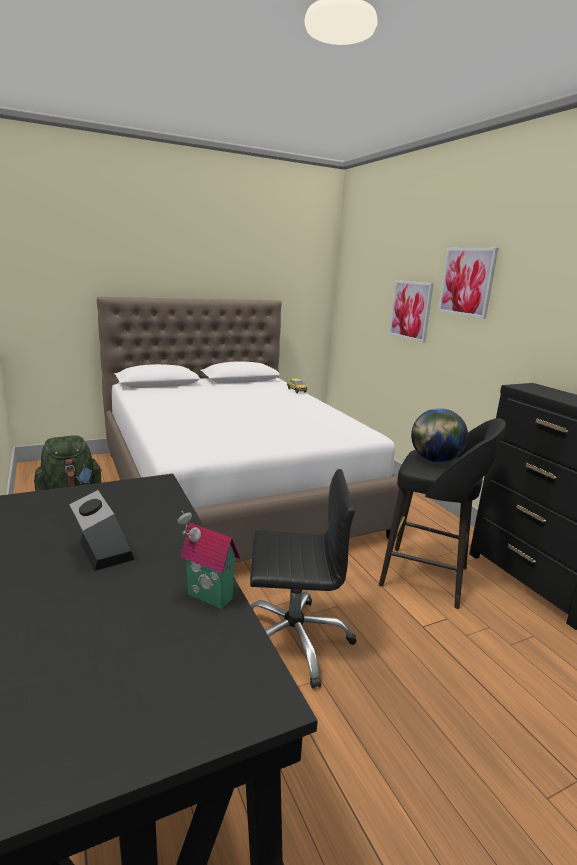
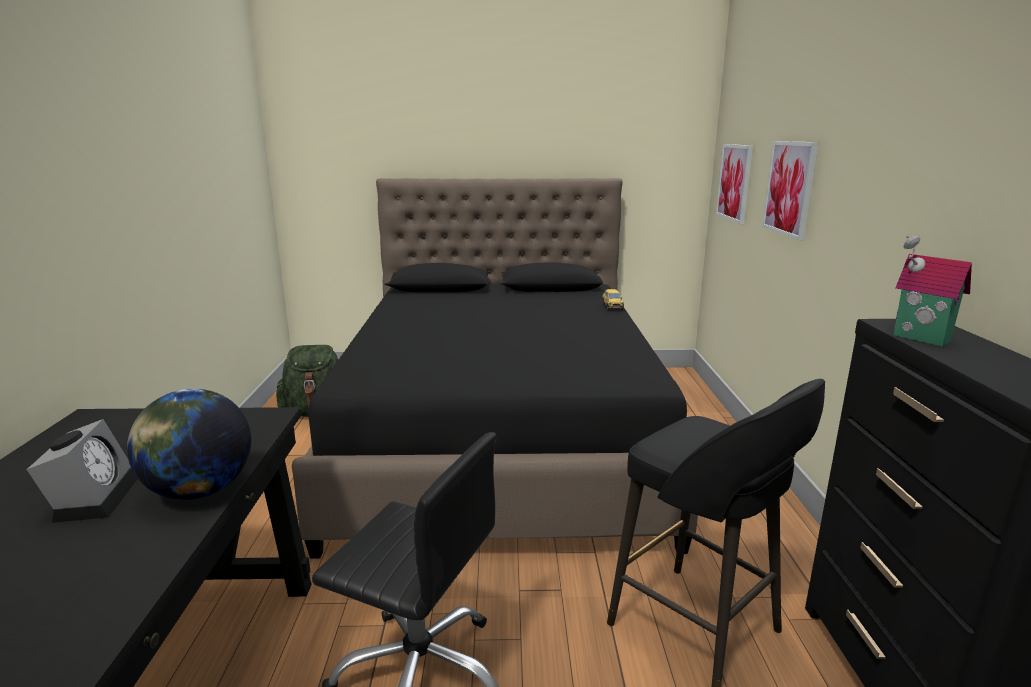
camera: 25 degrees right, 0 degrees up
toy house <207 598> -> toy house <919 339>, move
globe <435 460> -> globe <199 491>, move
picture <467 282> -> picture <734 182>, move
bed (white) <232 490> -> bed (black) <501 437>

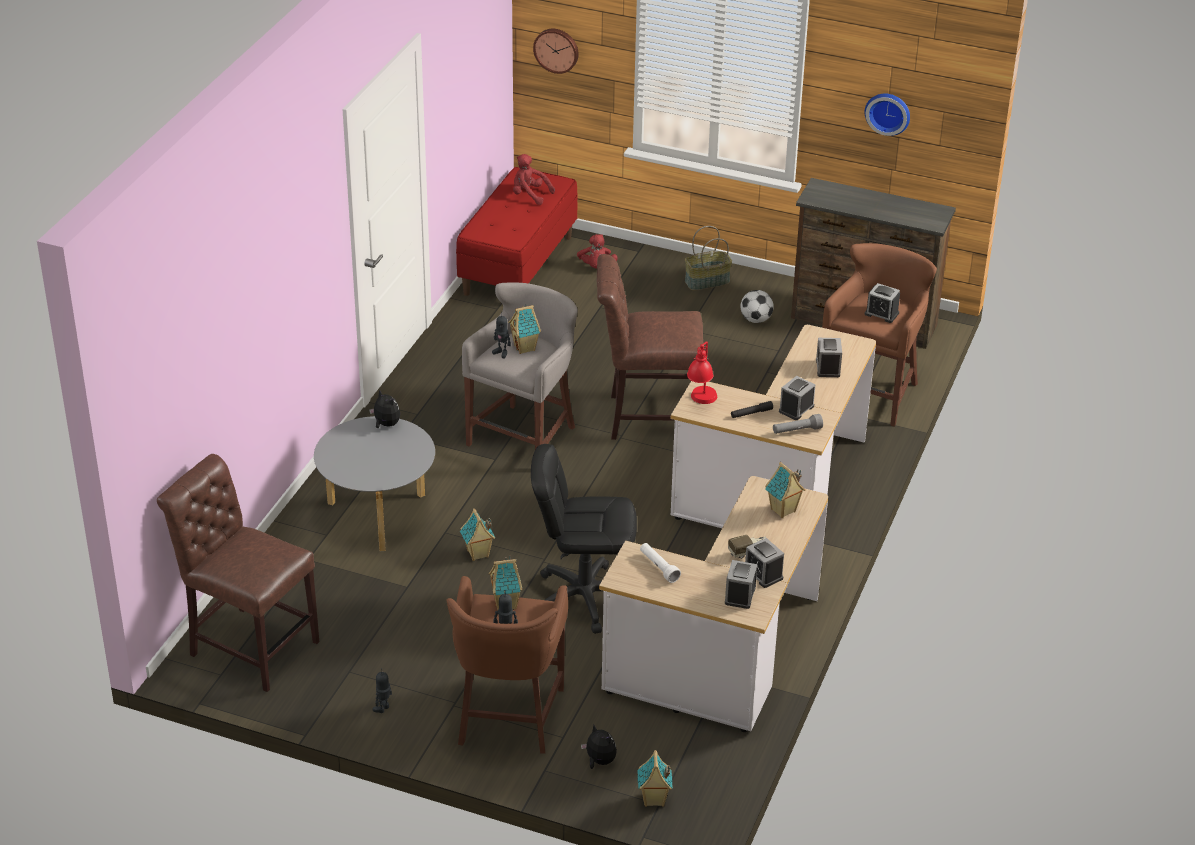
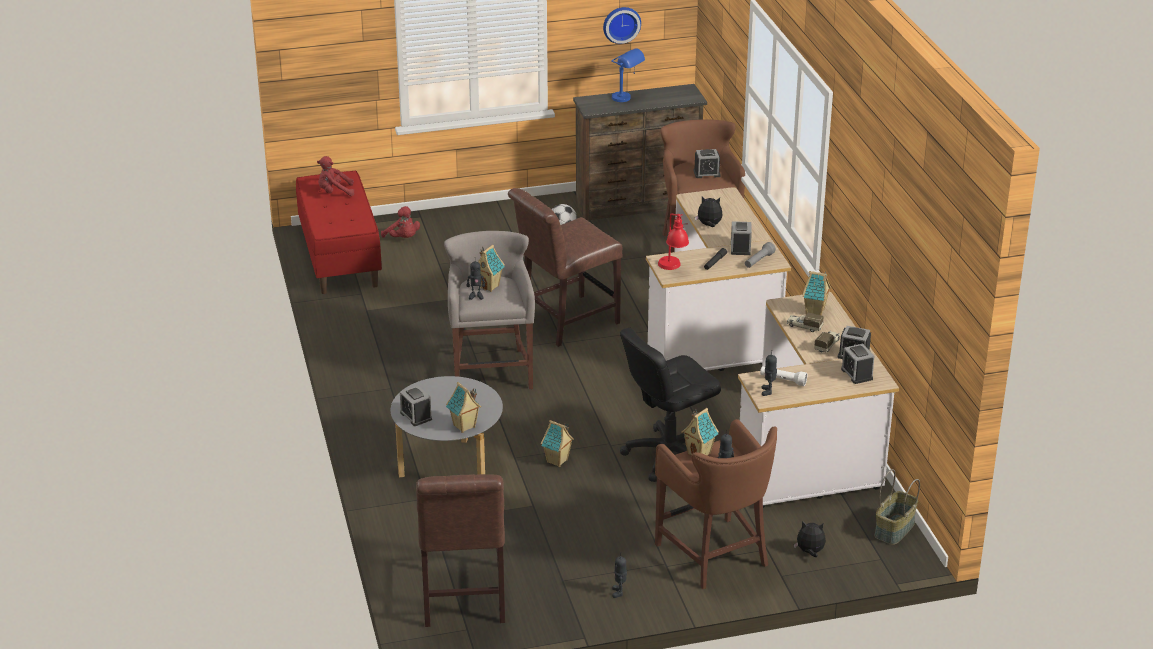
camera: 35 degrees left, 5 degrees down
wall clock <556 49> -> none
none -> table lamp (blue) <626 99>
none -> toy robot <768 391>
none -> toy truck <804 327>
plush toy <385 424> -> plush toy <709 225>, move
toy house <653 800> -> toy house <464 426>, move
basket <707 282> -> basket <895 530>, move
alarm clock <827 367> -> alarm clock <416 416>, move
chair (brown) <249 645> -> chair (brown) <463 599>, 90 degrees counterclockwise

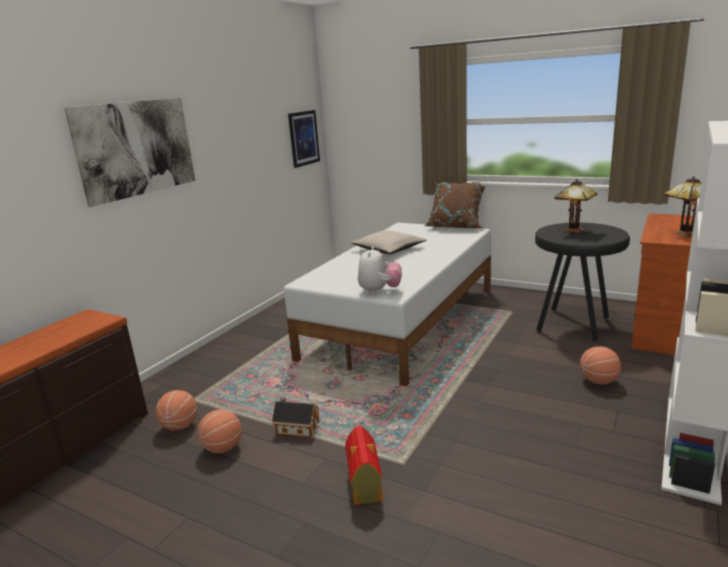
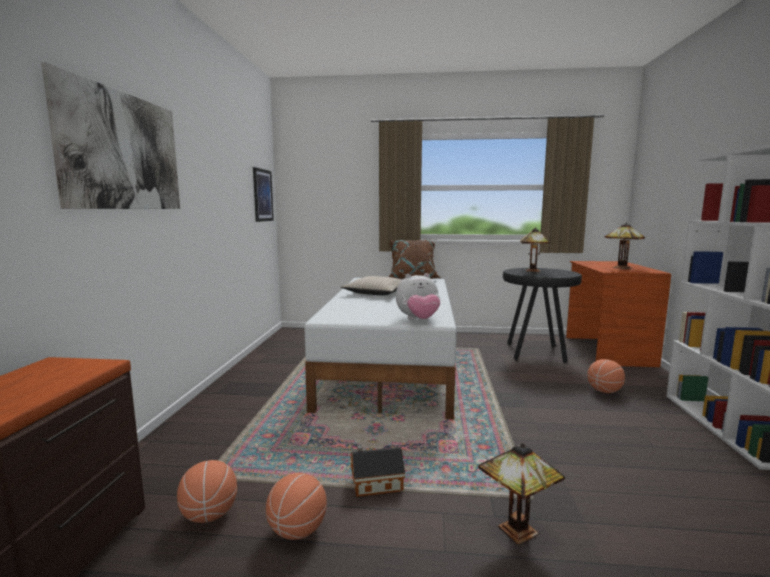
camera: 25 degrees left, 10 degrees down
toy house <365 484> -> table lamp <517 532>
plush toy <379 291> -> plush toy <418 320>, 90 degrees clockwise

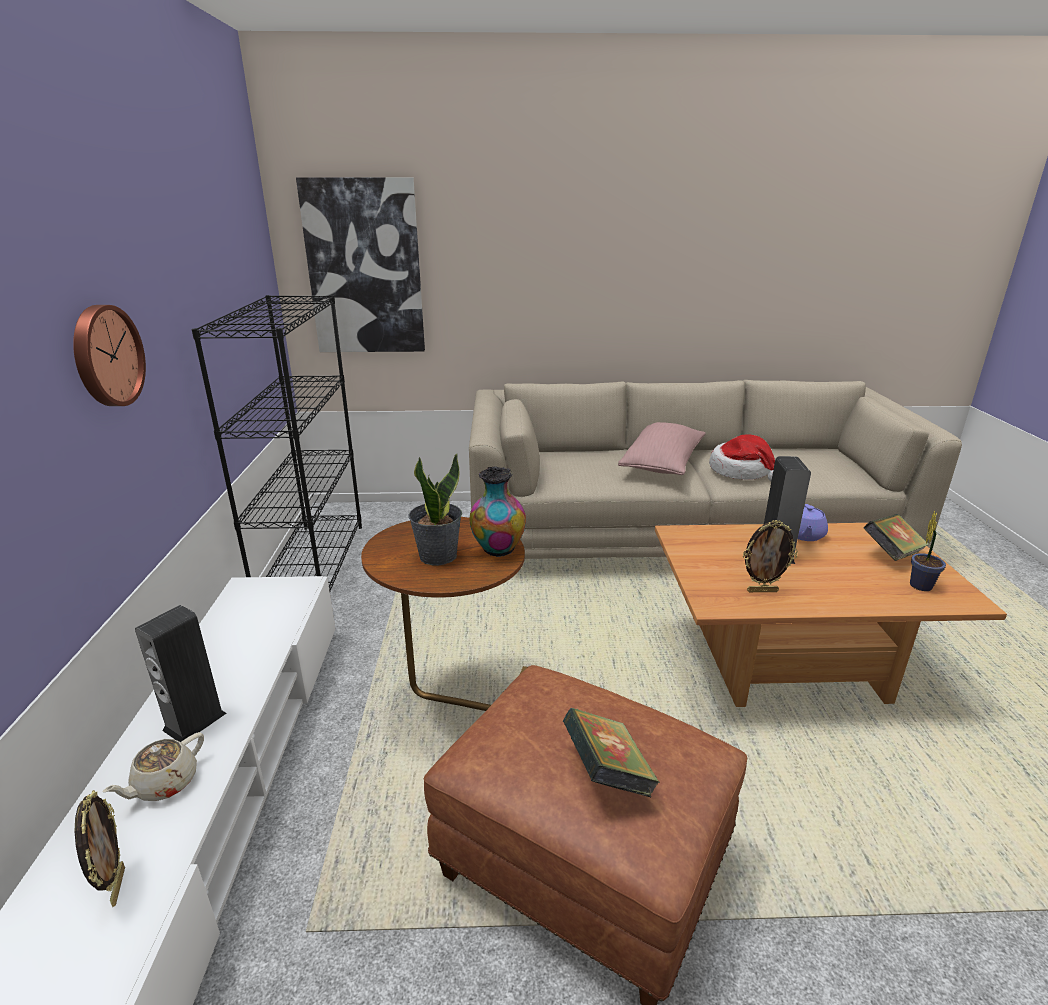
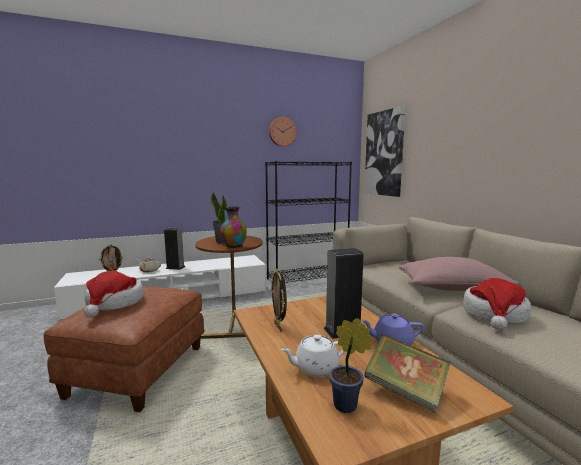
camera: 70 degrees right, 15 degrees down
none -> teapot (white) <315 368>
wall clock <105 356> -> wall clock <282 132>, move
book <606 773> -> hat <114 303>

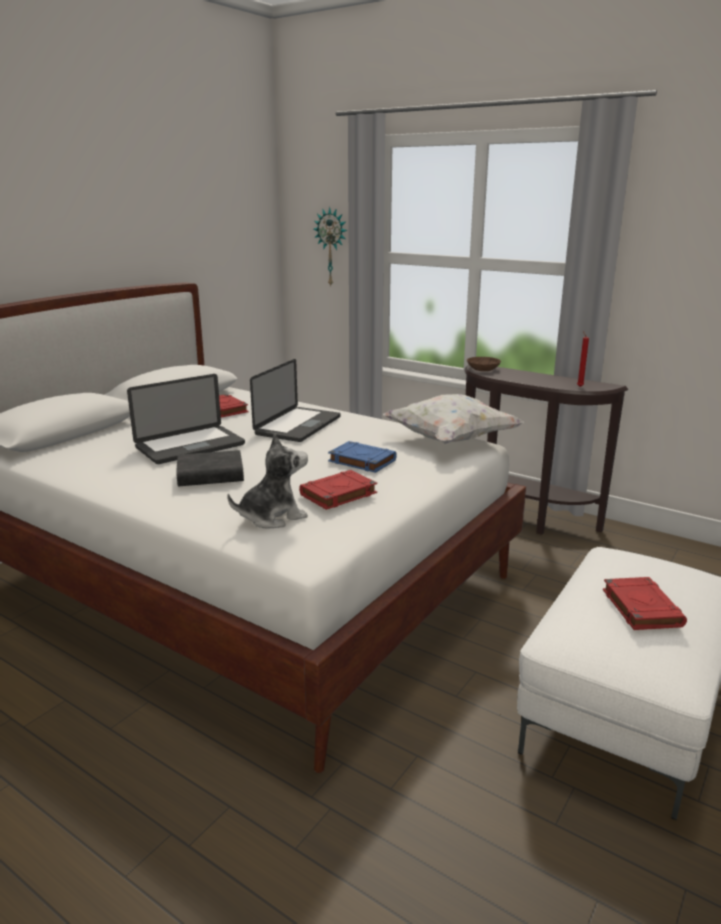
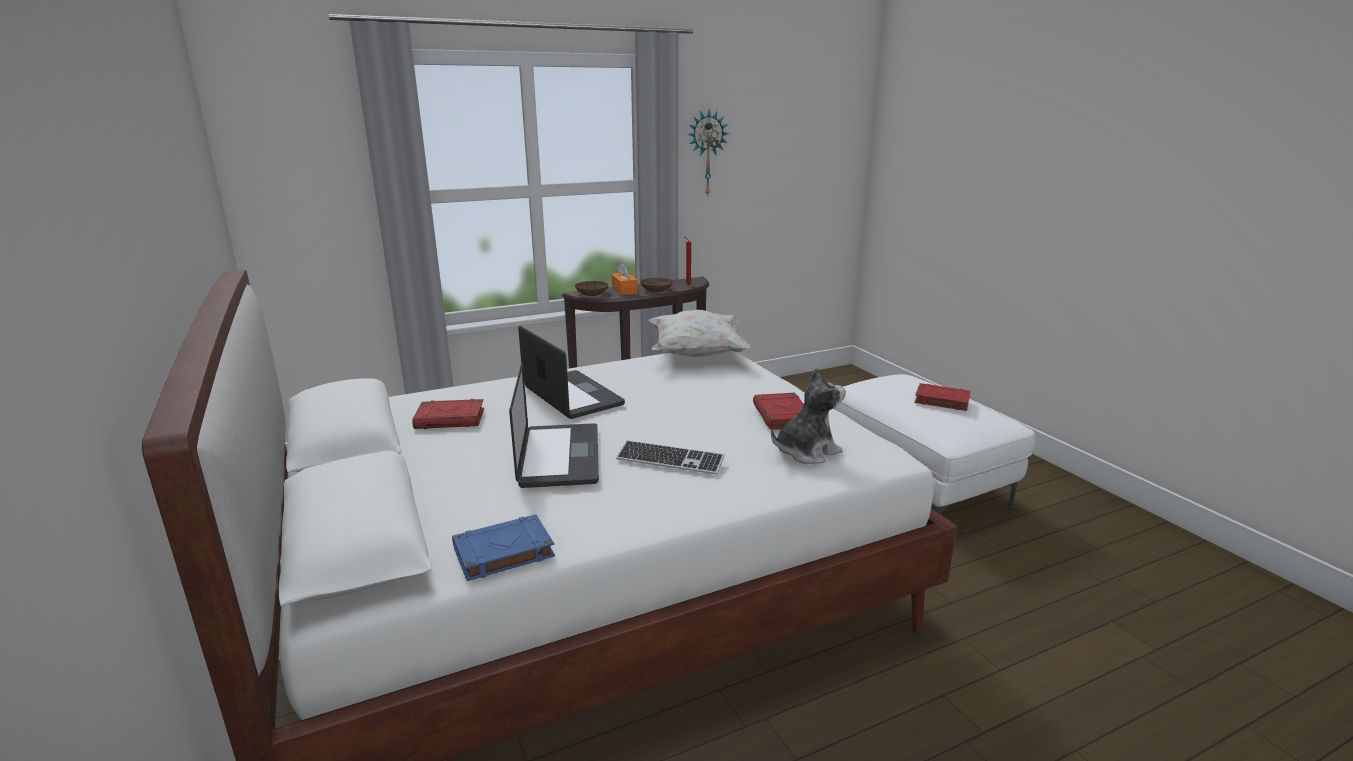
camera: 60 degrees left, 0 degrees up
none -> tissue box (orange) <624 290>
none -> bowl (brown) <657 290>
wall clock <332 247> -> wall clock <706 153>, move
book (blue) <361 461> -> book (blue) <502 553>, move
book (black) <210 475> -> keyboard <670 460>
plush toy <272 517> -> plush toy <806 451>, 60 degrees clockwise

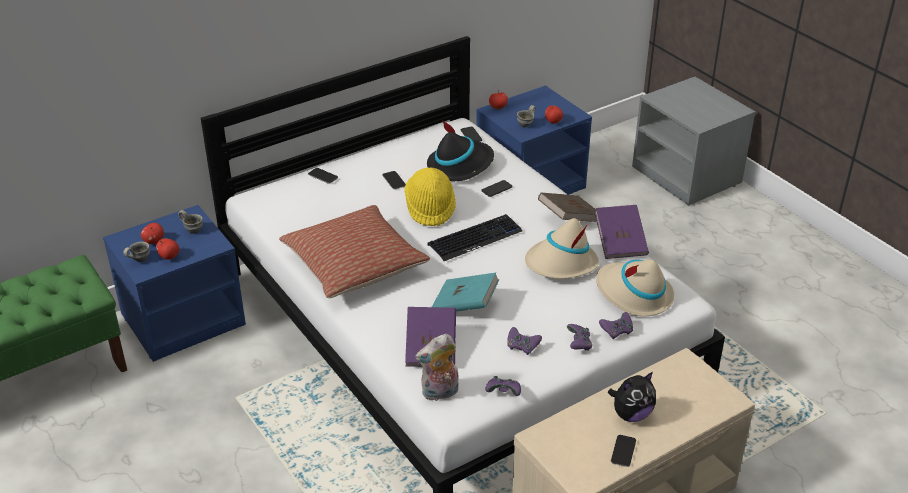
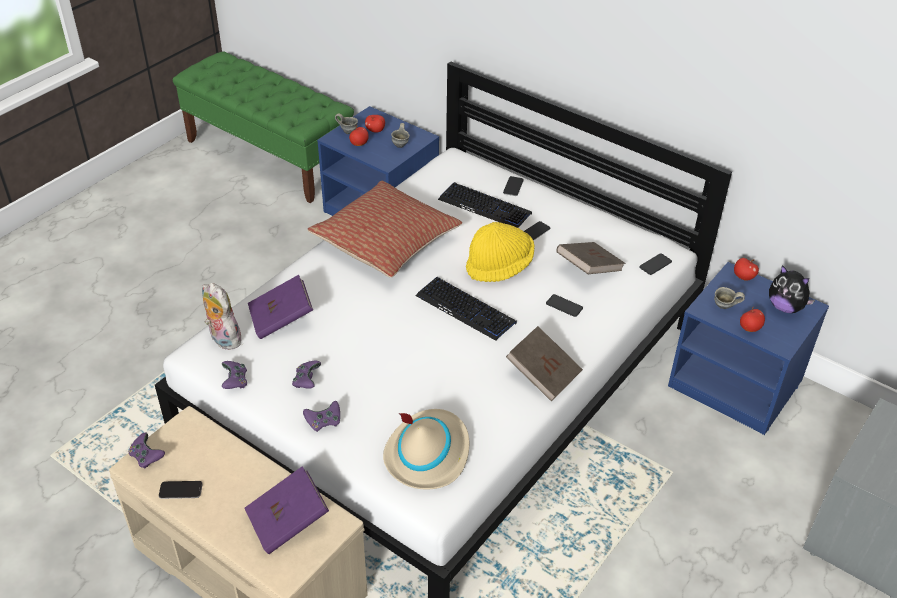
camera: 70 degrees right, 5 degrees up
book (turquoise) <465 306> -> none
hat (beige) <561 264> -> none
none -> keyboard <485 207>
book (purple) <620 243> -> book (purple) <288 522>, move
game controller (purple) <616 332> -> game controller (purple) <147 457>, move
plush toy <631 414> -> plush toy <785 307>, move
hat (black) <460 165> -> book (brown) <588 269>

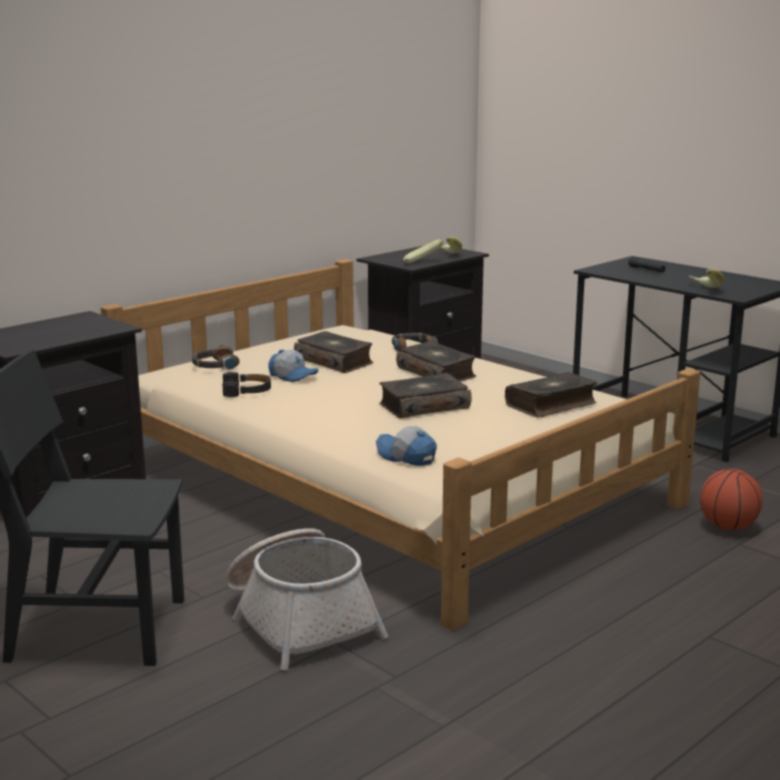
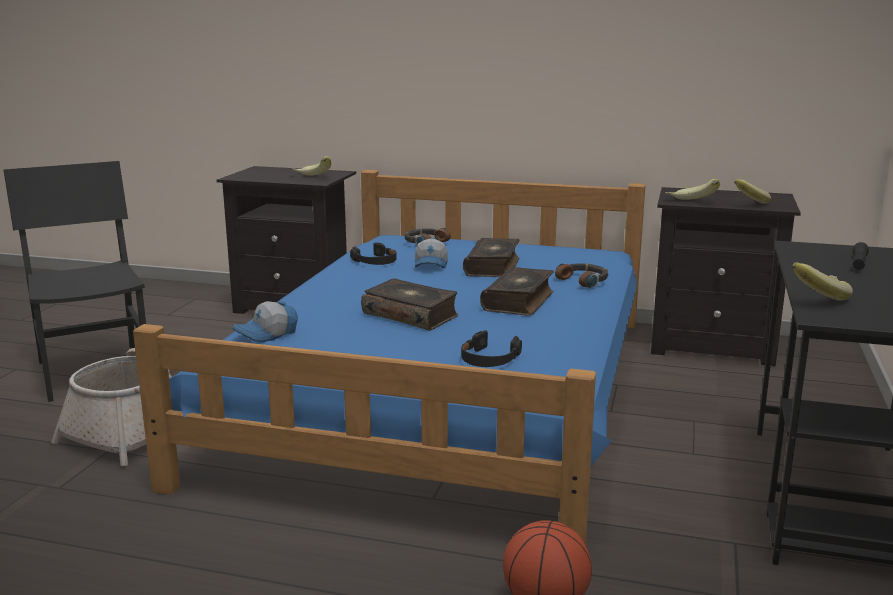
camera: 60 degrees right, 0 degrees up
none -> banana <311 177>
book <551 405> -> headphones (black) <489 359>
bed (beige) <390 482> -> bed (blue) <444 392>
cap <405 457> -> cap <267 334>, 135 degrees counterclockwise

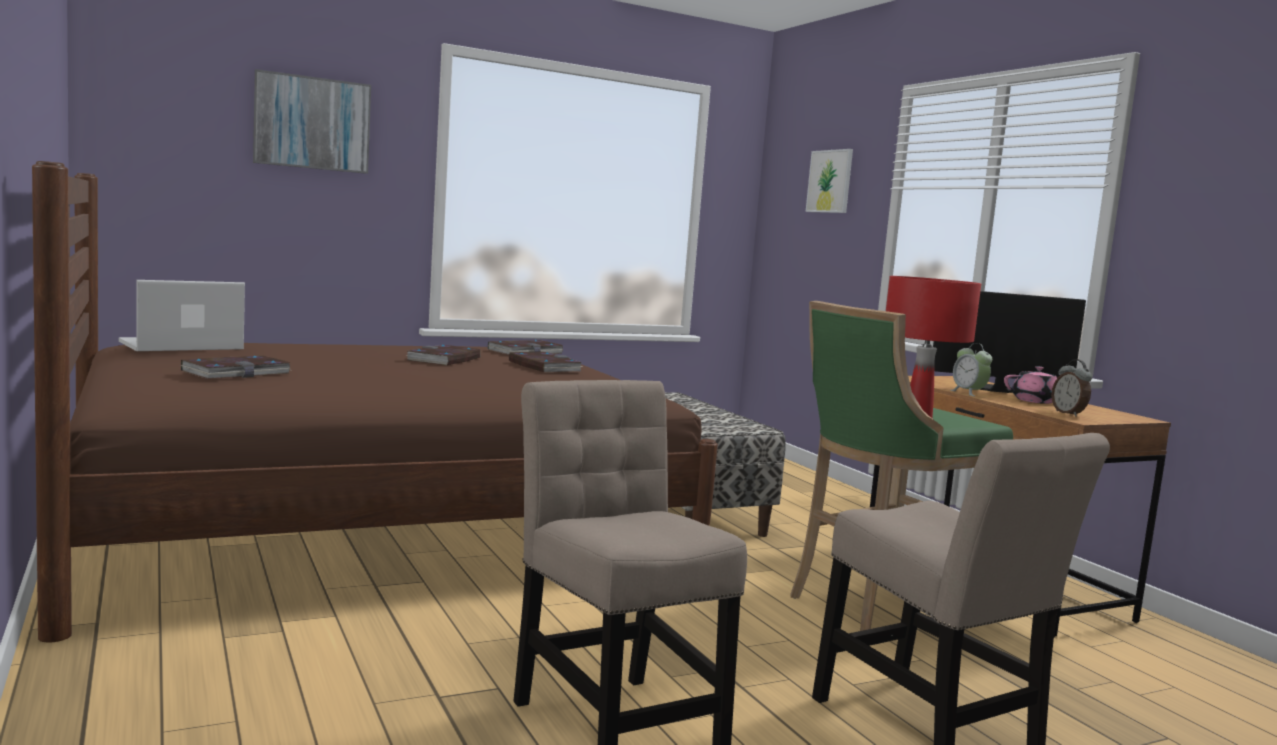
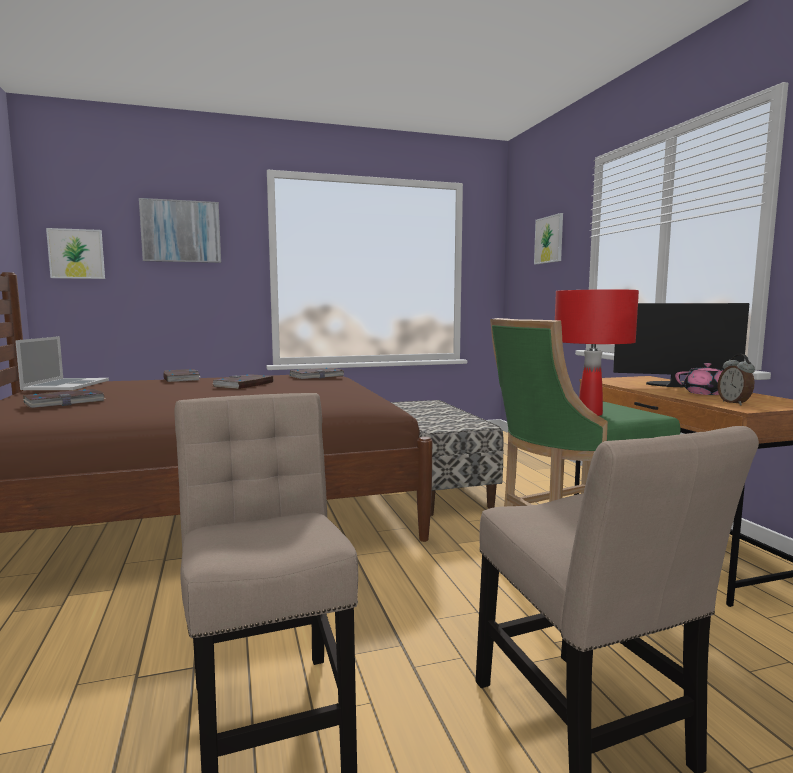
camera: 10 degrees right, 0 degrees up
alarm clock <968 393> -> none
none -> picture <76 254>
book <544 366> -> book <181 378>, move
laptop <181 346> -> laptop <66 385>, 120 degrees clockwise

